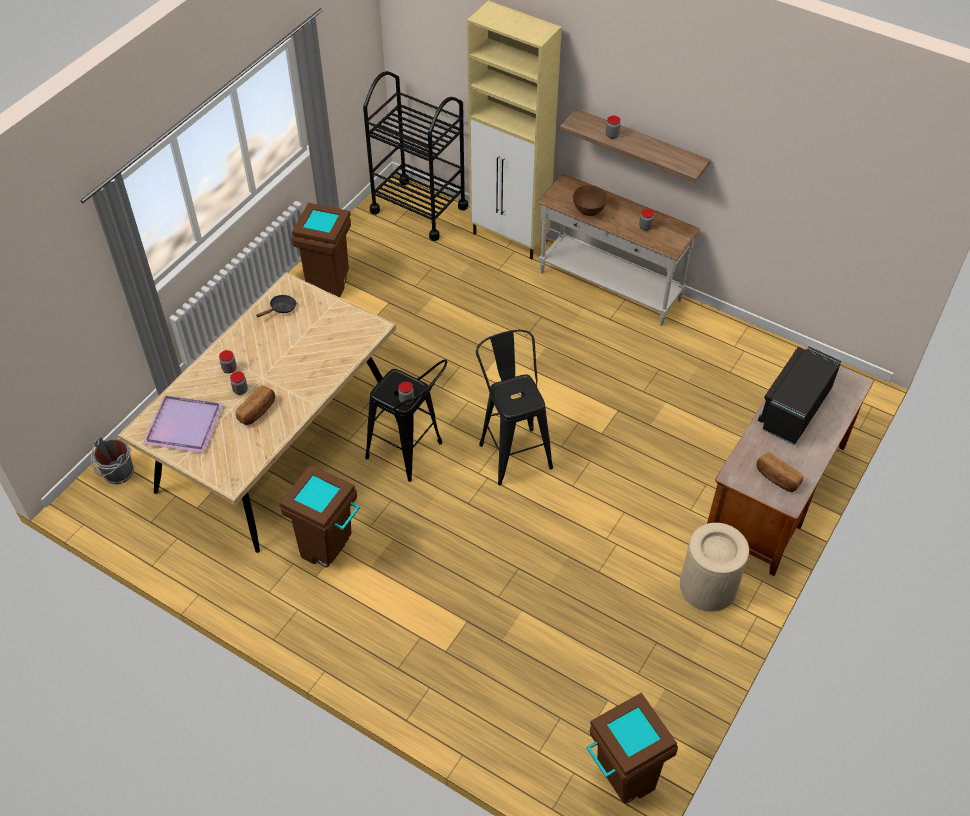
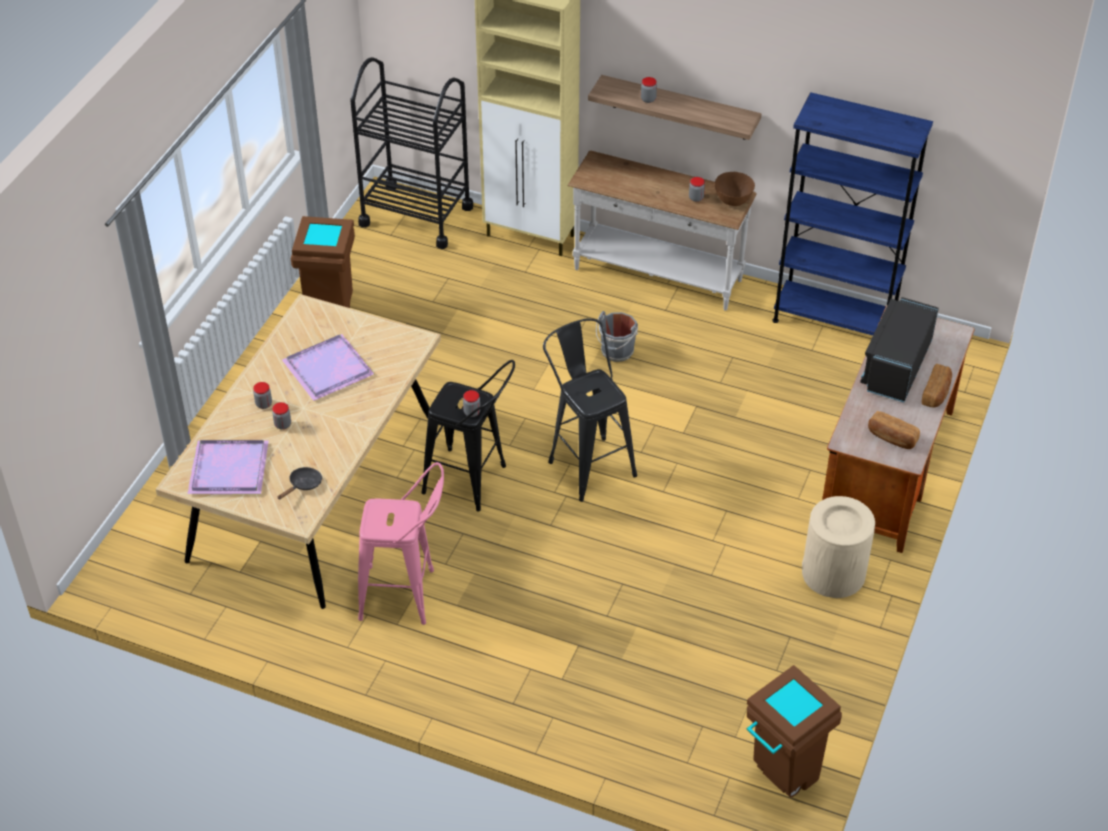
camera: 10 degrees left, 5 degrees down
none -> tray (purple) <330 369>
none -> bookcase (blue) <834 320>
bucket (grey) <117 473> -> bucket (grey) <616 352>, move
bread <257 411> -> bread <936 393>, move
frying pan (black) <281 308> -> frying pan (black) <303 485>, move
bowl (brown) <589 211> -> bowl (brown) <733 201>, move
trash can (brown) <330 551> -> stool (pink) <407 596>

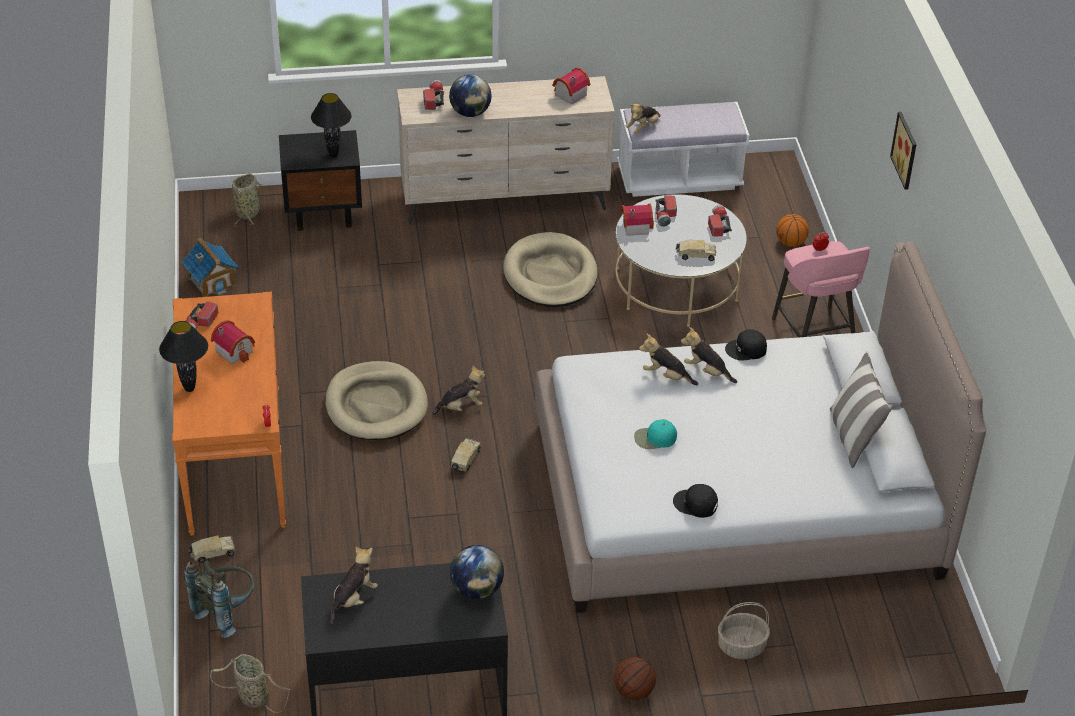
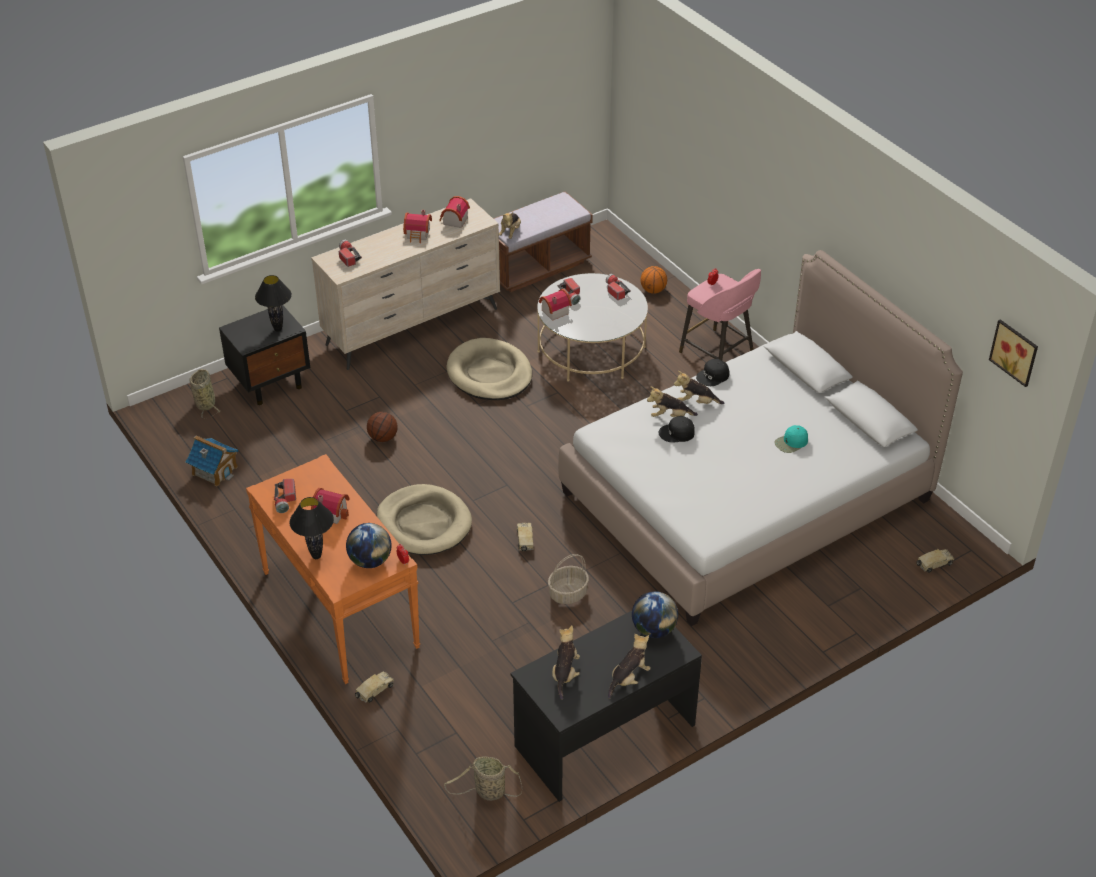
camera: 25 degrees left, 0 degrees up
backpack (grey) <226 611> -> none
pillow <854 437> -> none
none -> toy house <418 234>
plush toy <461 407> -> plush toy <629 678>, move
globe <470 113> -> globe <370 561>, move
basketball <633 691> -> basketball <383 438>, move
cap (turquoise) <654 438> -> cap (turquoise) <791 443>, move
cap (black) <695 504> -> cap (black) <677 433>, move
toy truck <695 255> -> toy truck <933 564>, move
basket <742 646> -> basket <568 593>, move
picture <907 150> -> picture <1015 351>, move
bench (white) <679 178> -> bench (brown) <536 267>

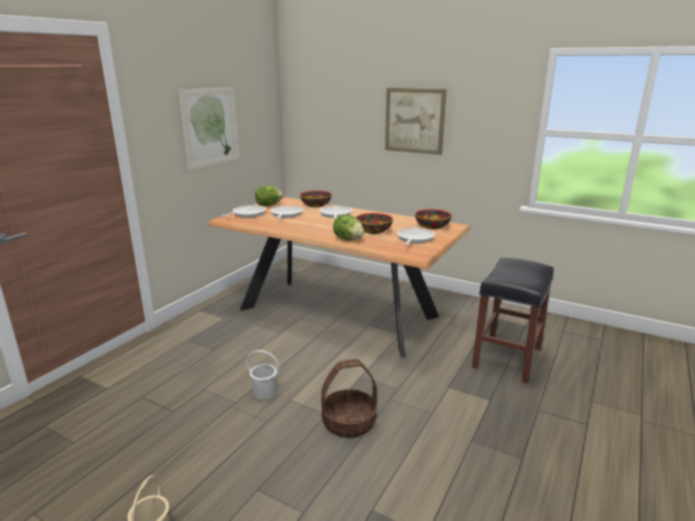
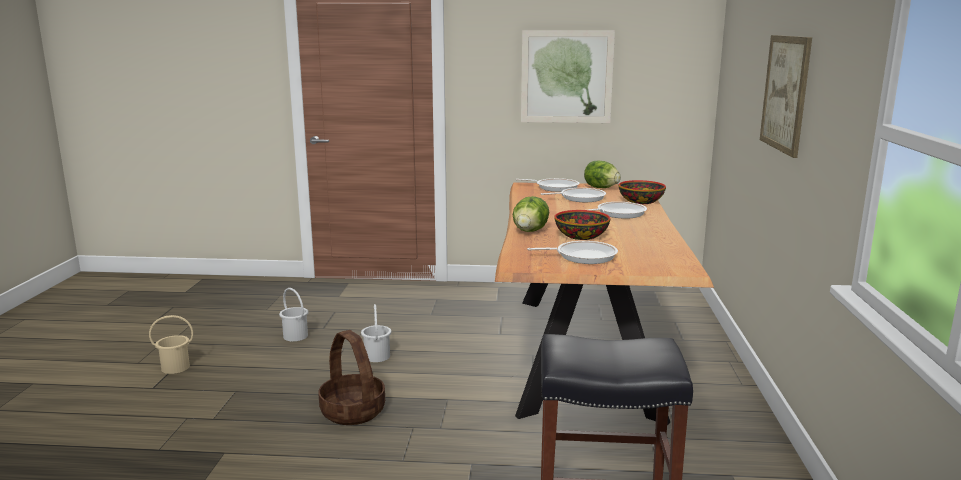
camera: 65 degrees right, 5 degrees down
bowl <432 227> -> none
none -> bucket (white) <296 336>

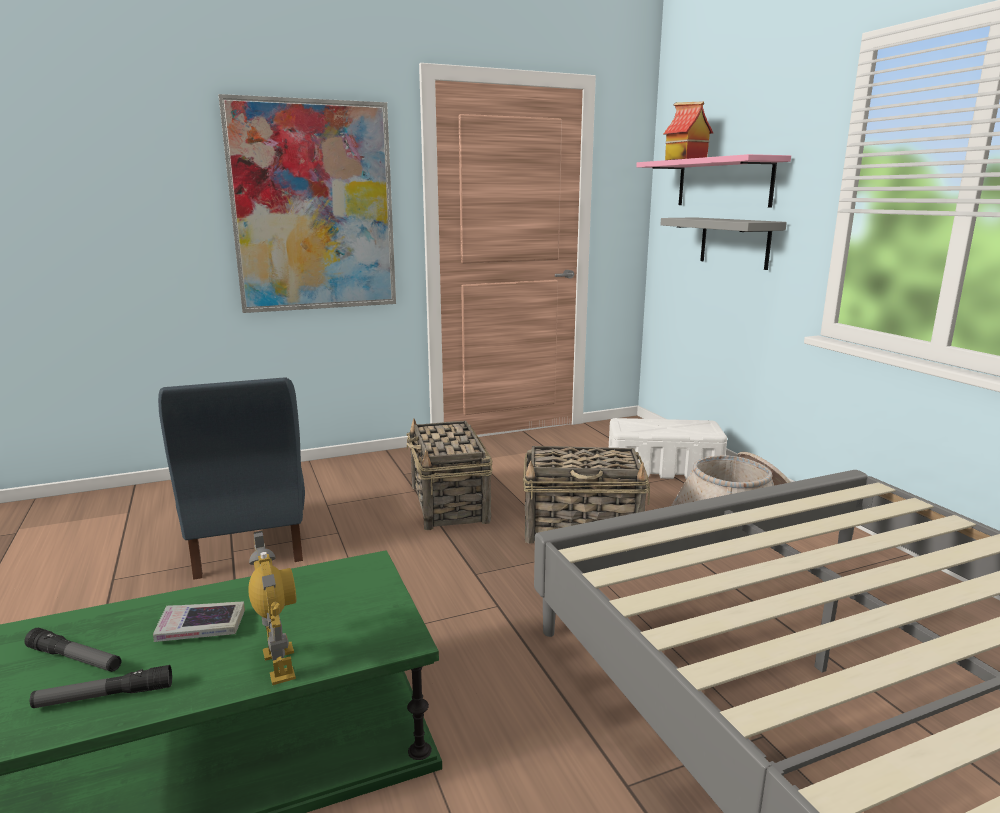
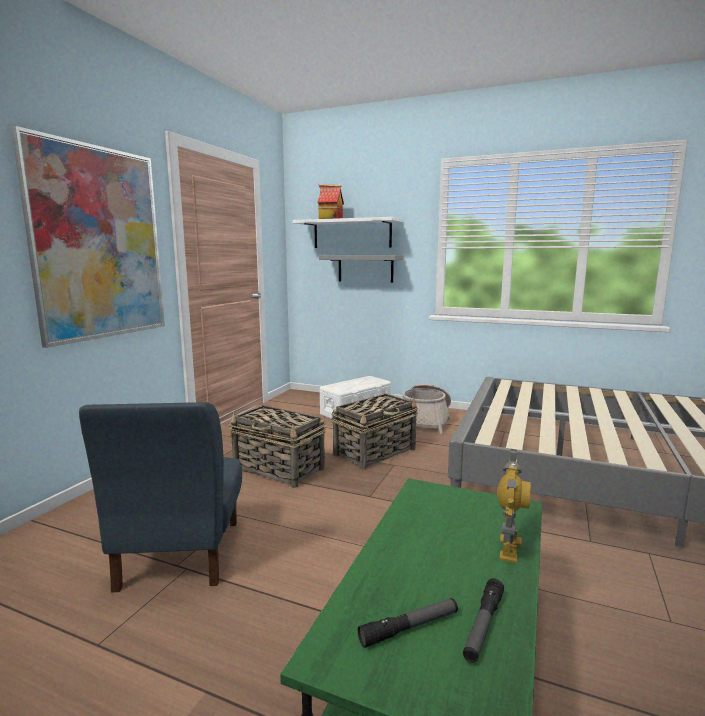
camera: 45 degrees left, 5 degrees down
book <201 627> -> none
shelf (pink) <723 183> -> shelf (white) <352 234>
chair (blue) <248 544> -> chair (blue) <179 554>, 60 degrees clockwise
toy robot <279 664> -> toy robot <509 548>, 90 degrees clockwise

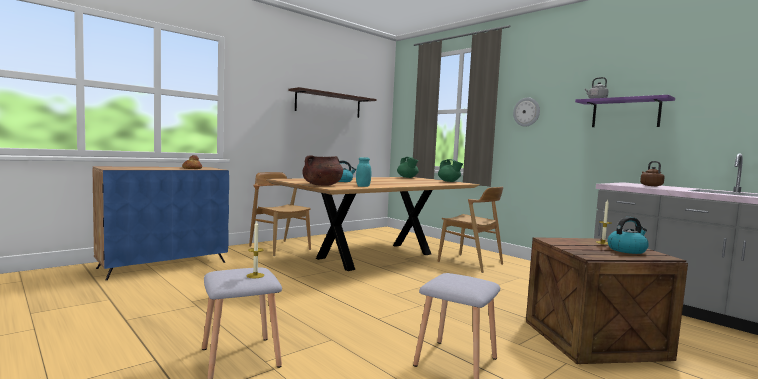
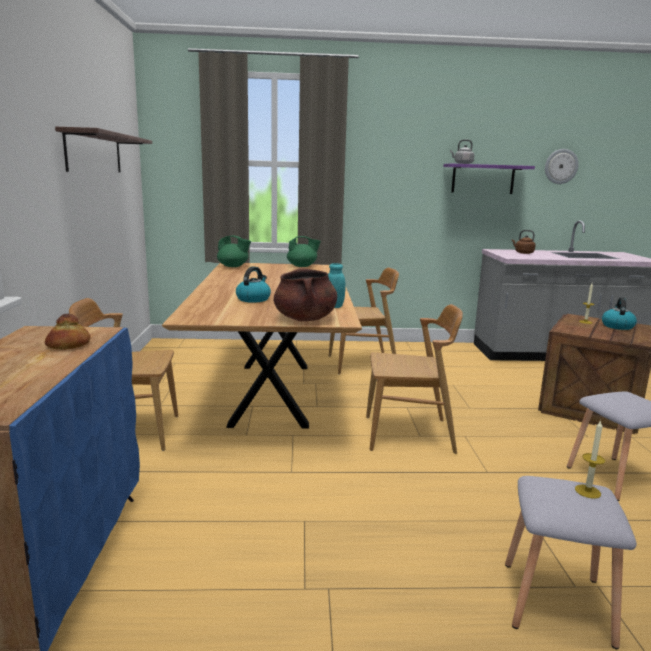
camera: 50 degrees left, 10 degrees up
none -> chair (brown) <409 434>
wall clock <526 112> -> wall clock <561 166>, move

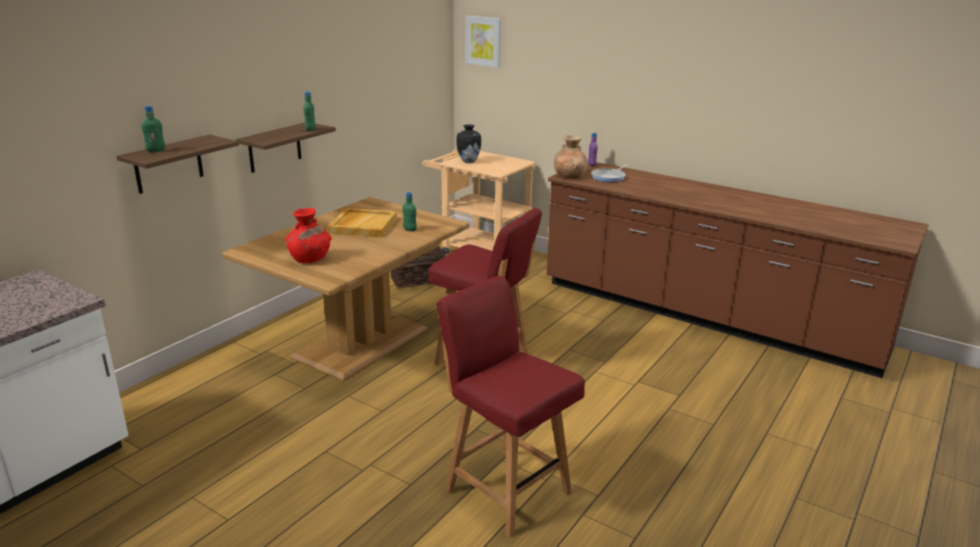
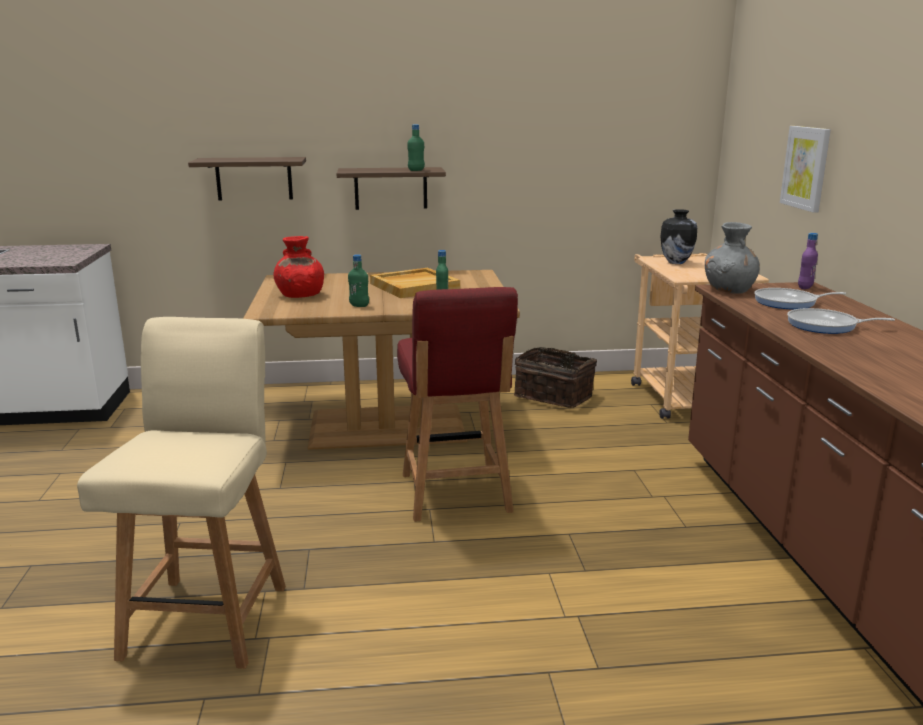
camera: 50 degrees right, 5 degrees down
none -> frying pan <825 326>
bottle (green) <156 151> -> bottle (green) <359 305>, move
picture <483 41> -> picture <806 168>, move
chair (red) <506 489> -> chair (beige) <208 618>
vase (brown) <570 176> -> vase (grey) <729 290>

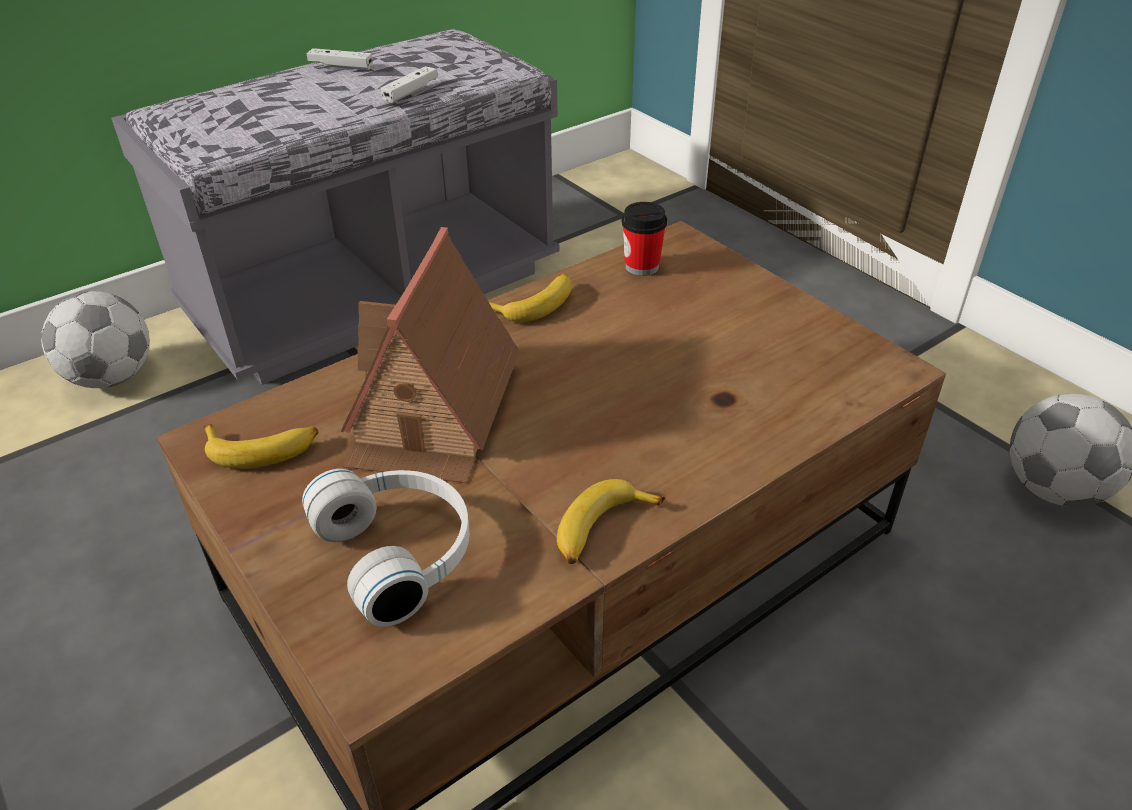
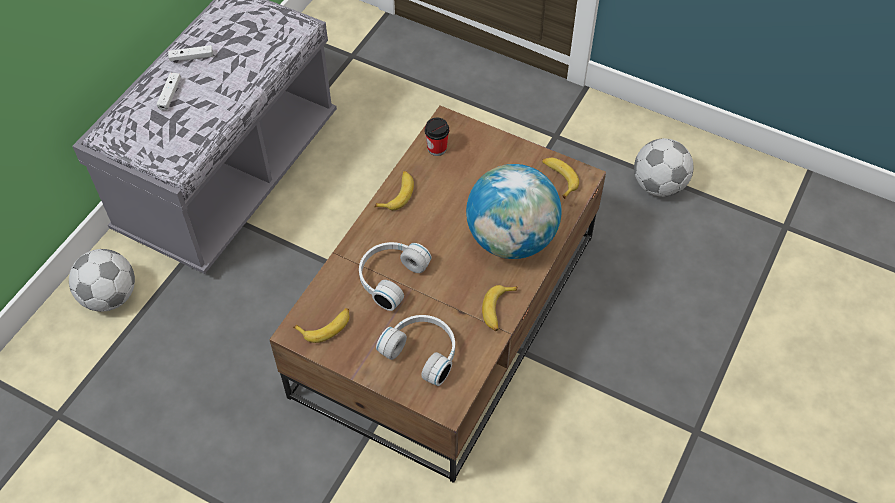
camera: 25 degrees left, 15 degrees up
none -> globe <511 239>
none -> banana <558 178>
game controller (white) <410 92> -> game controller (white) <170 95>, move
toy house <433 411> -> headphones (white) <389 277>

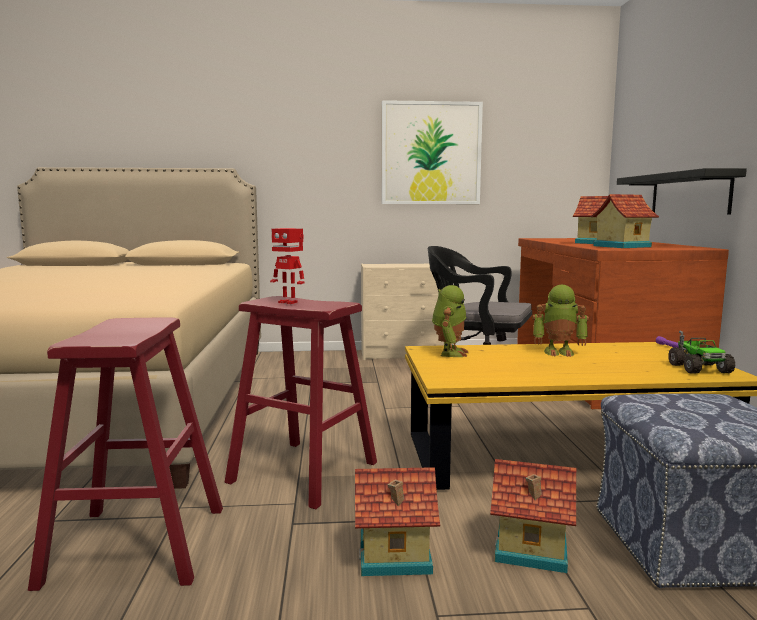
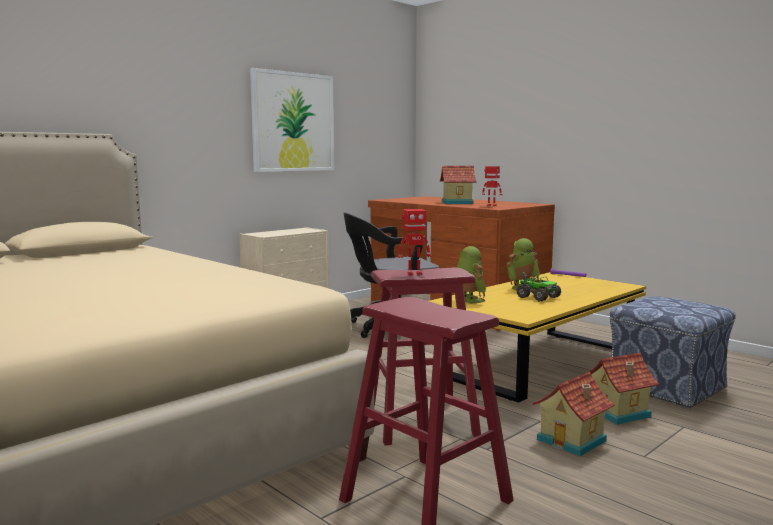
camera: 40 degrees left, 0 degrees up
shelf (black) <689 194> -> none
toy truck <699 368> -> toy truck <537 297>, move
toy house <620 246> -> toy robot <491 205>

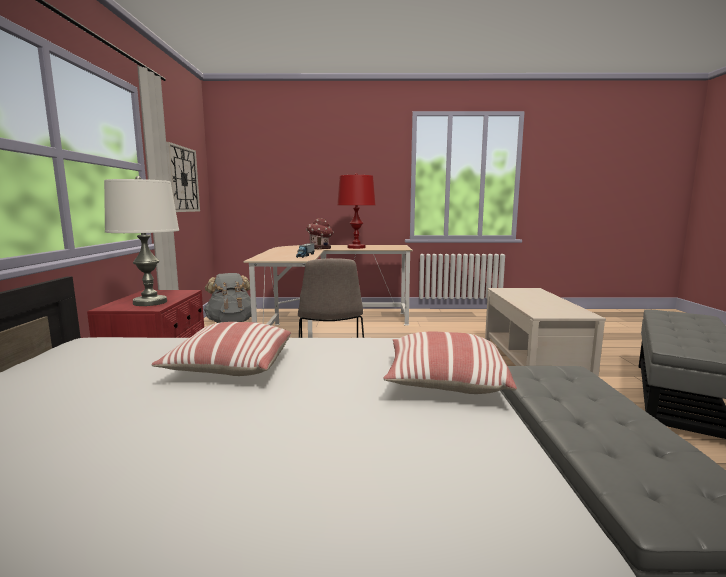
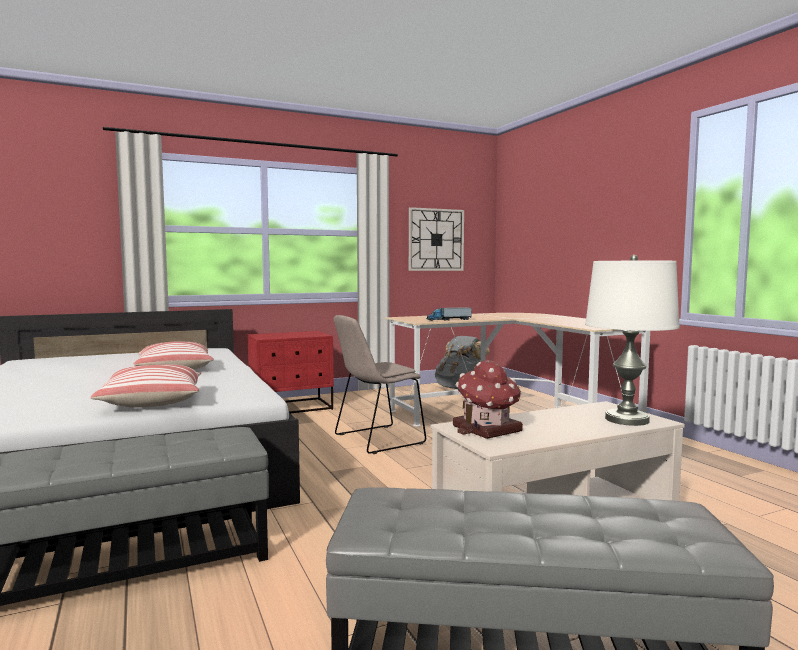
camera: 65 degrees right, 5 degrees down
table lamp (red) <356 247> -> none
table lamp (white) <150 302> -> table lamp (white) <627 420>, move
toy house <319 248> -> toy house <487 429>, move

